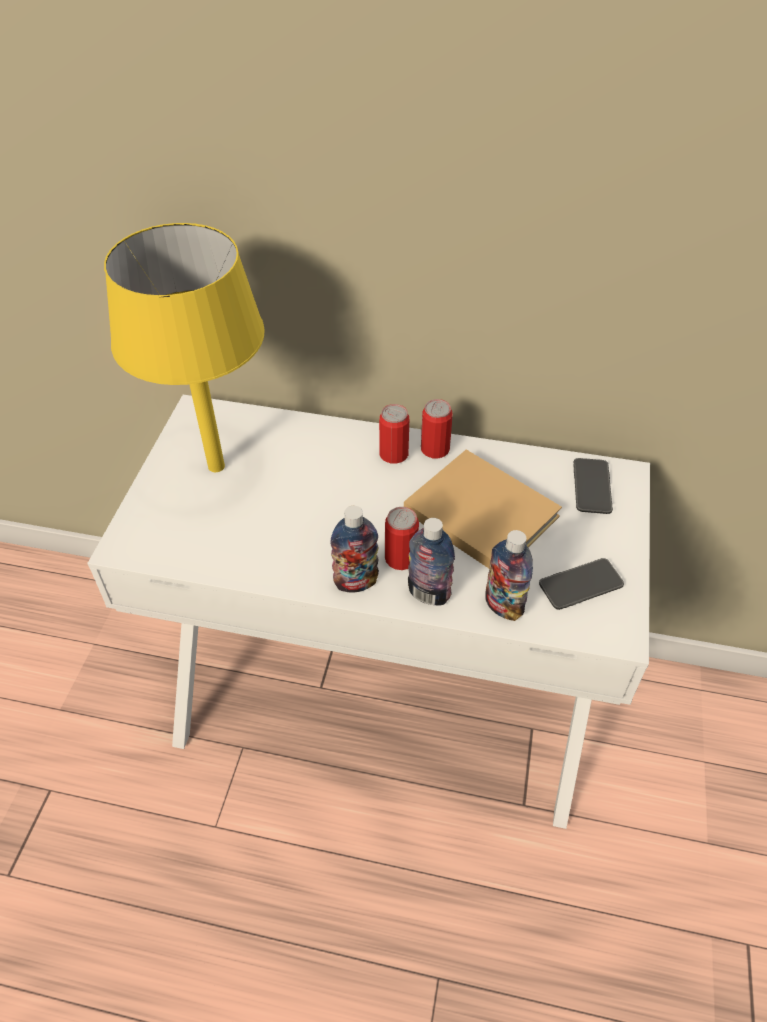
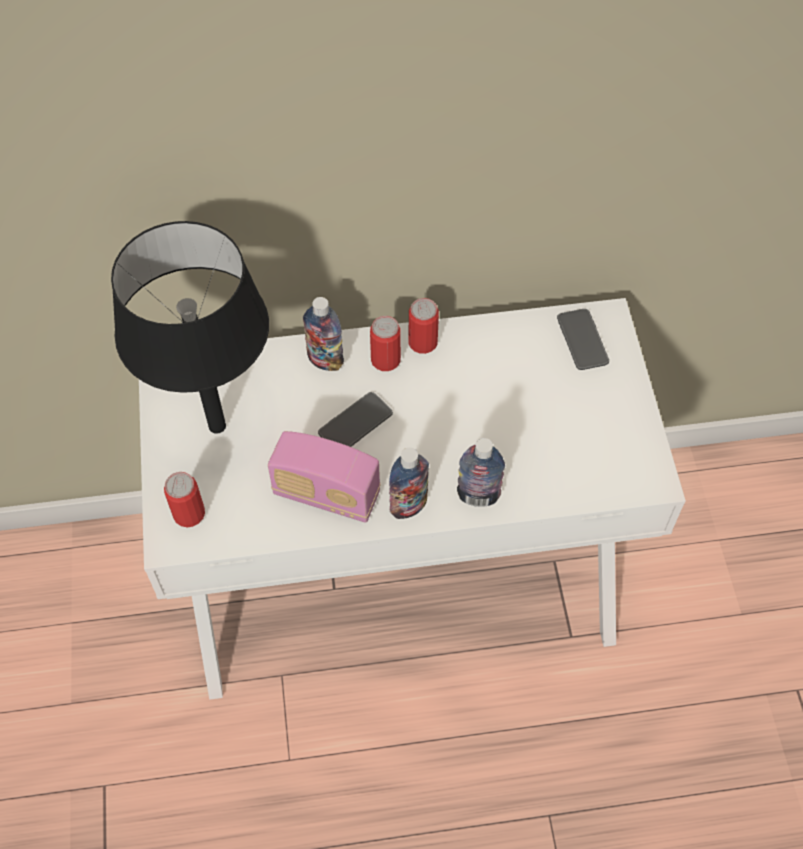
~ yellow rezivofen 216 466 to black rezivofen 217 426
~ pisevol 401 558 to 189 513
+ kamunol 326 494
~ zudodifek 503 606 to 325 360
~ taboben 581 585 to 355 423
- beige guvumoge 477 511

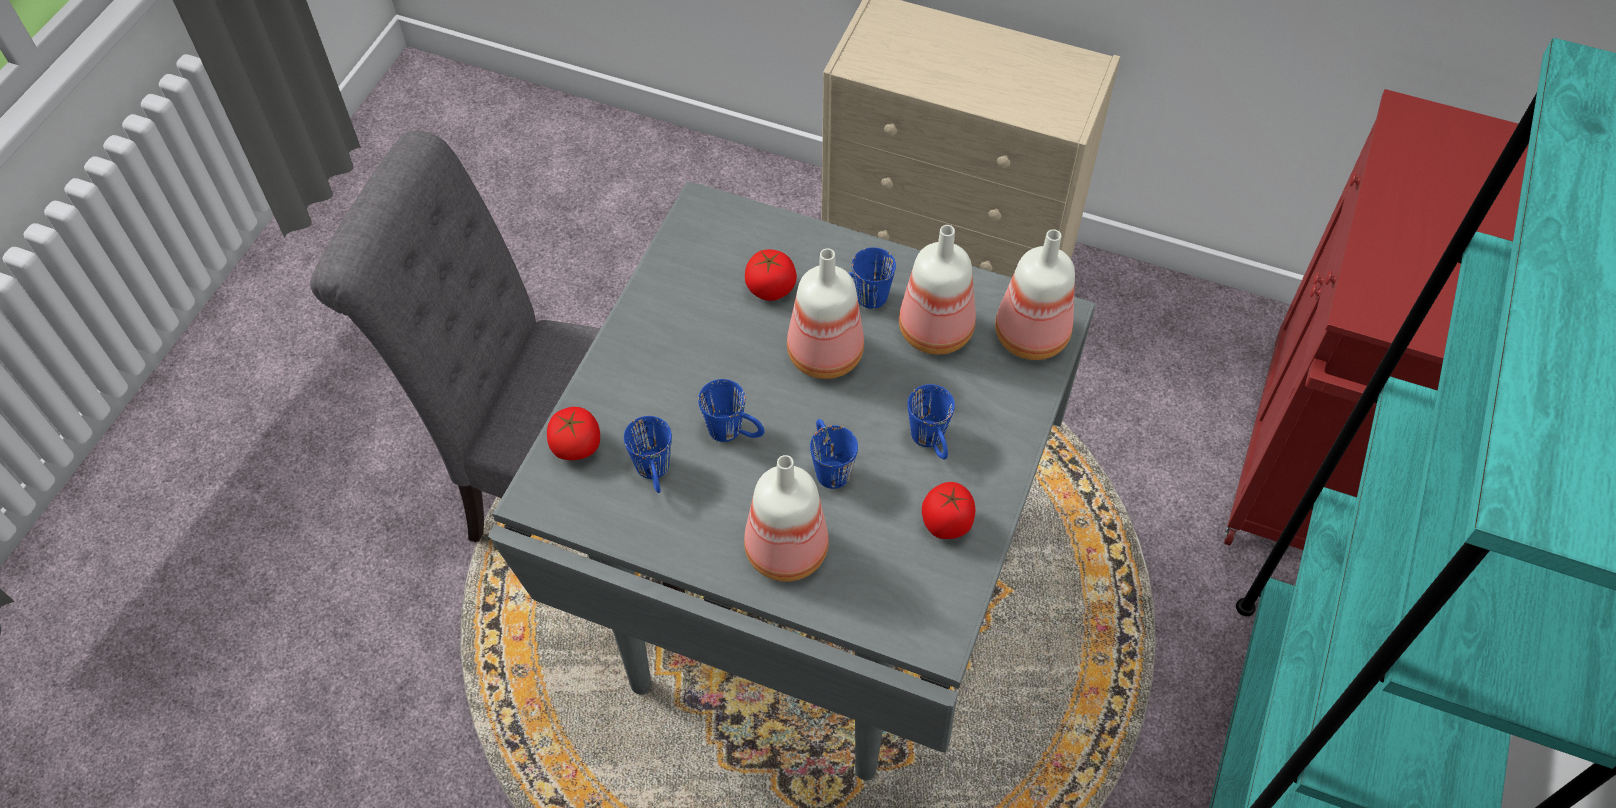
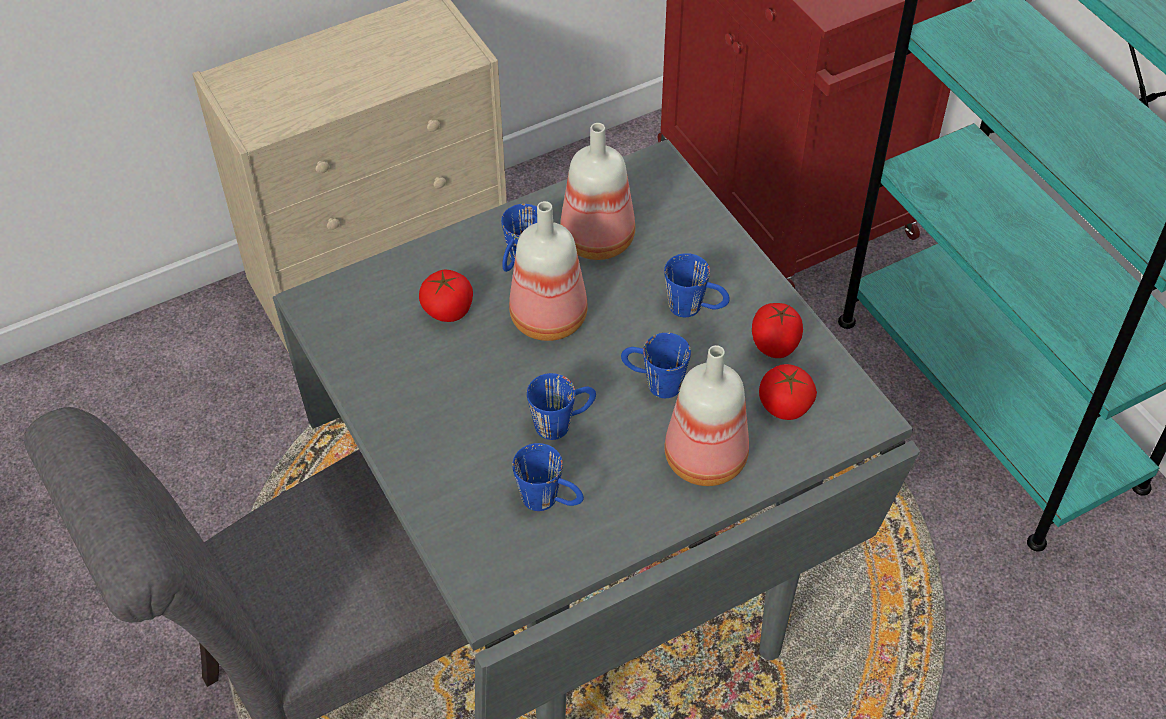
~ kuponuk 576 445 to 784 406
- zudodifek 1031 338

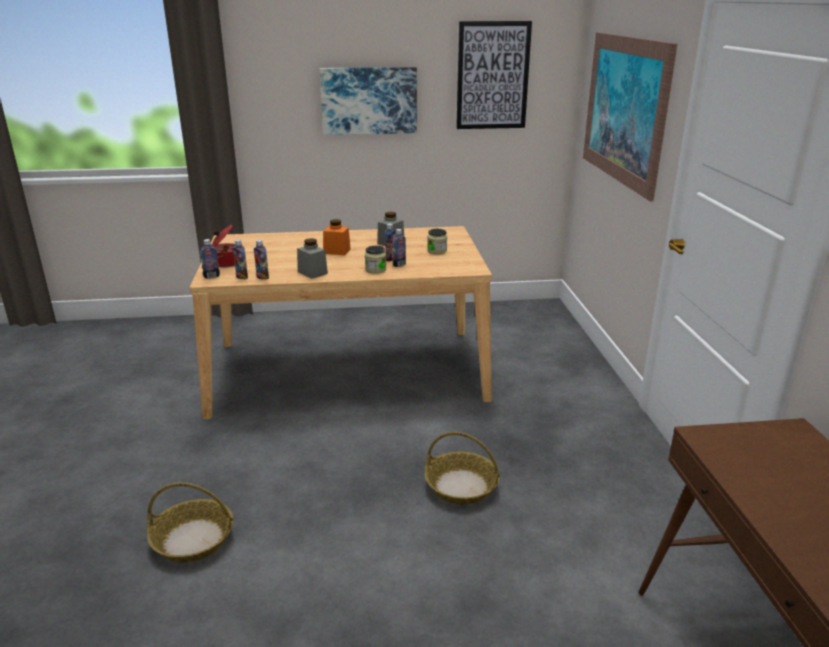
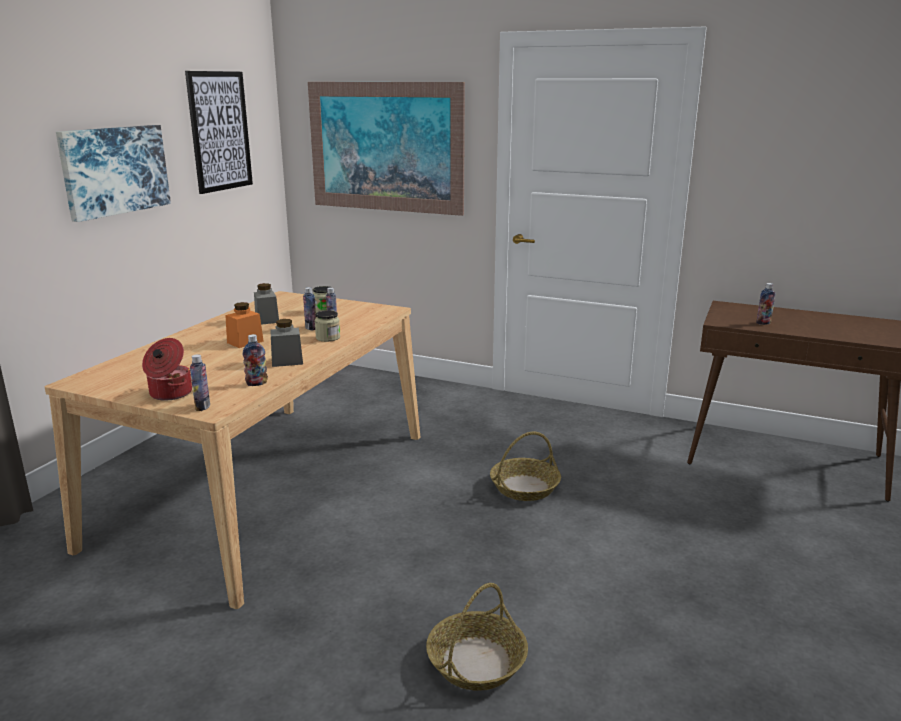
~ zudodifek 242 277 to 763 323

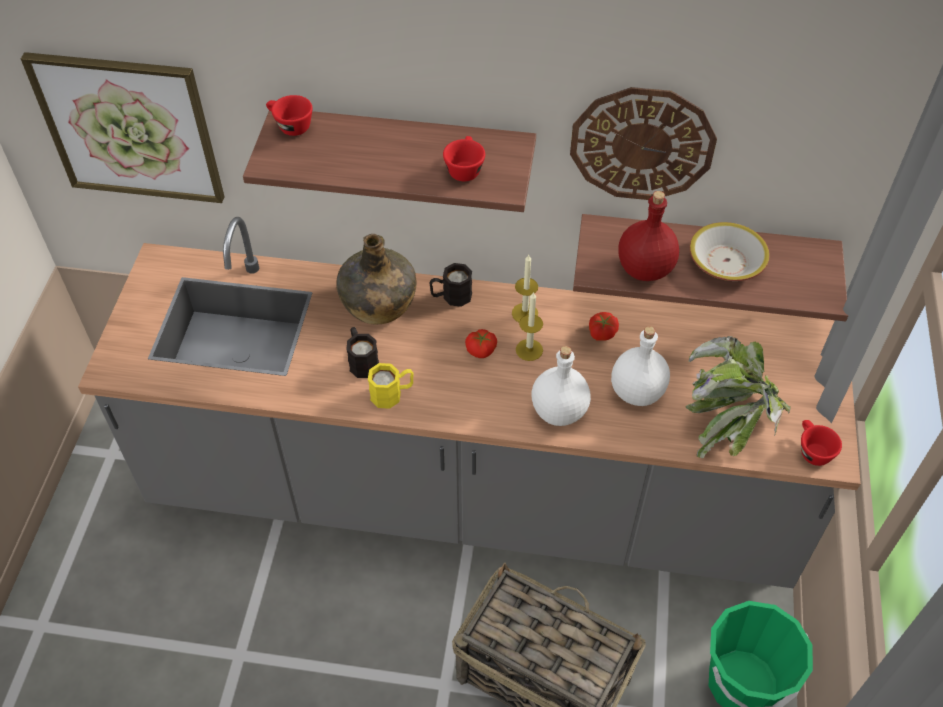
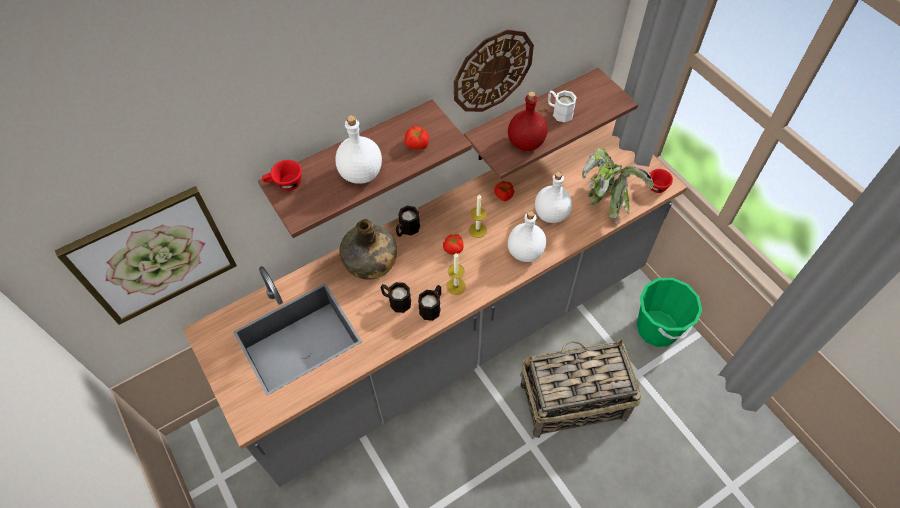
+ white zudodifek 361 173
~ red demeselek 464 168 to kuponuk 417 144
~ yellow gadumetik 392 394 to black gadumetik 432 307
~ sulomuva 524 313 to 456 286
~ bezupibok 726 261 to white gadumetik 559 112

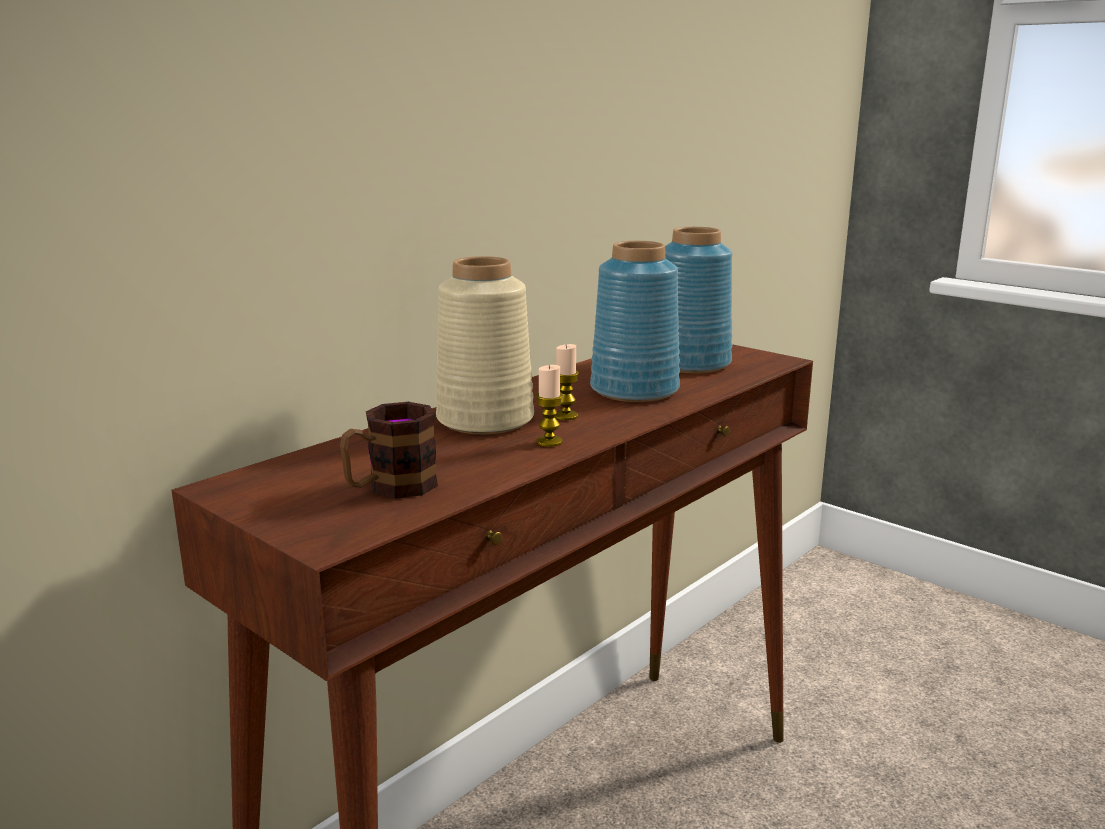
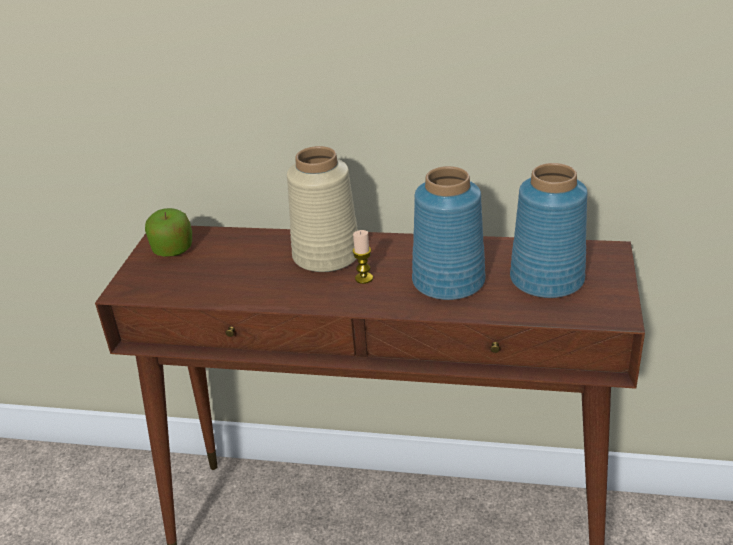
+ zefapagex 173 250
- gadumetik 390 488
- sulomuva 549 442

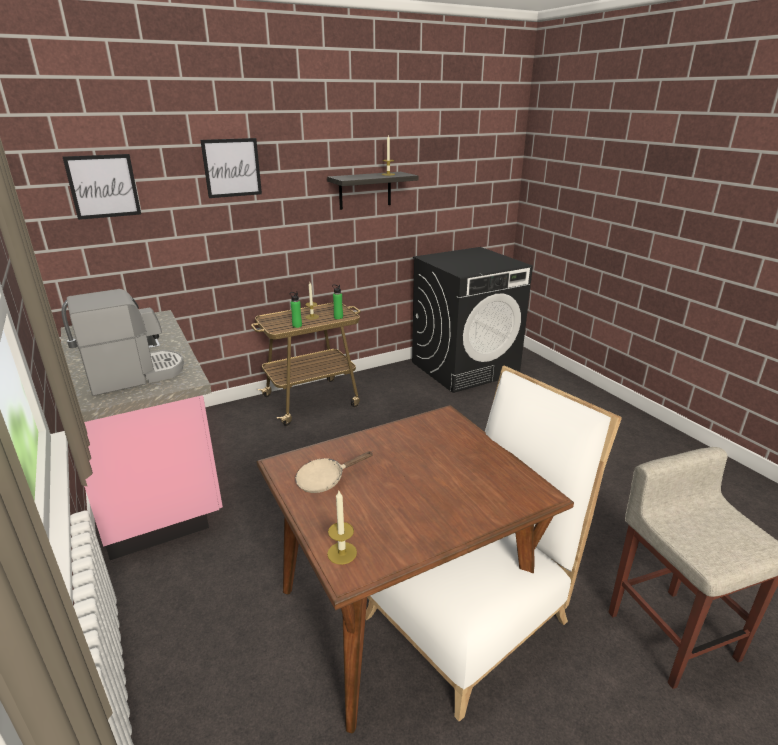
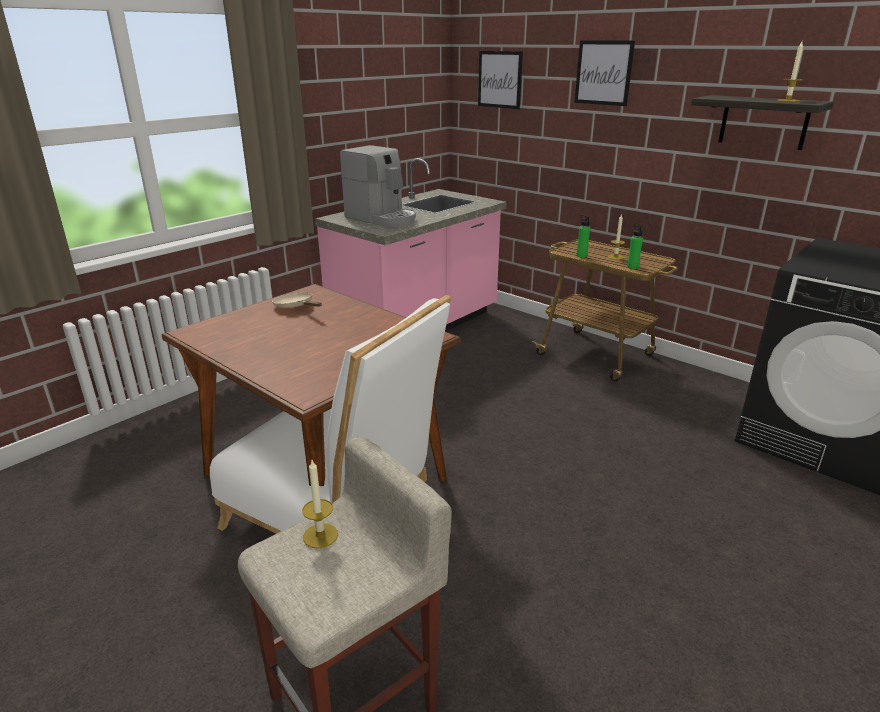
~ sulomuva 342 553 to 320 535

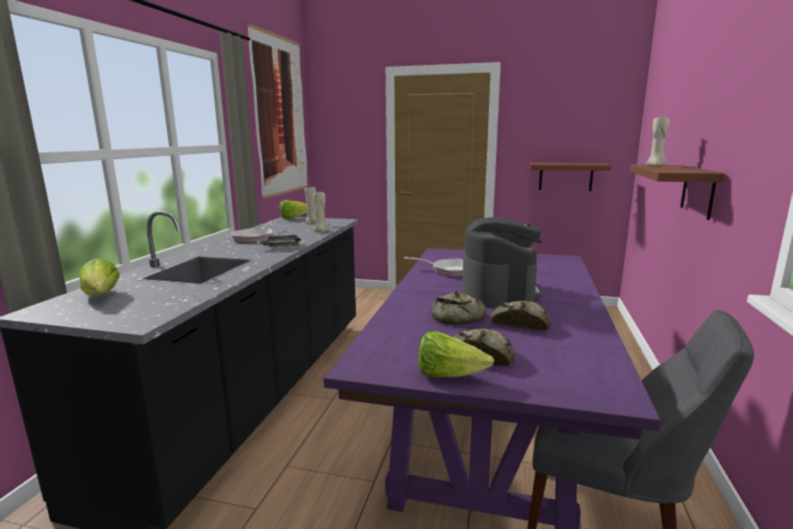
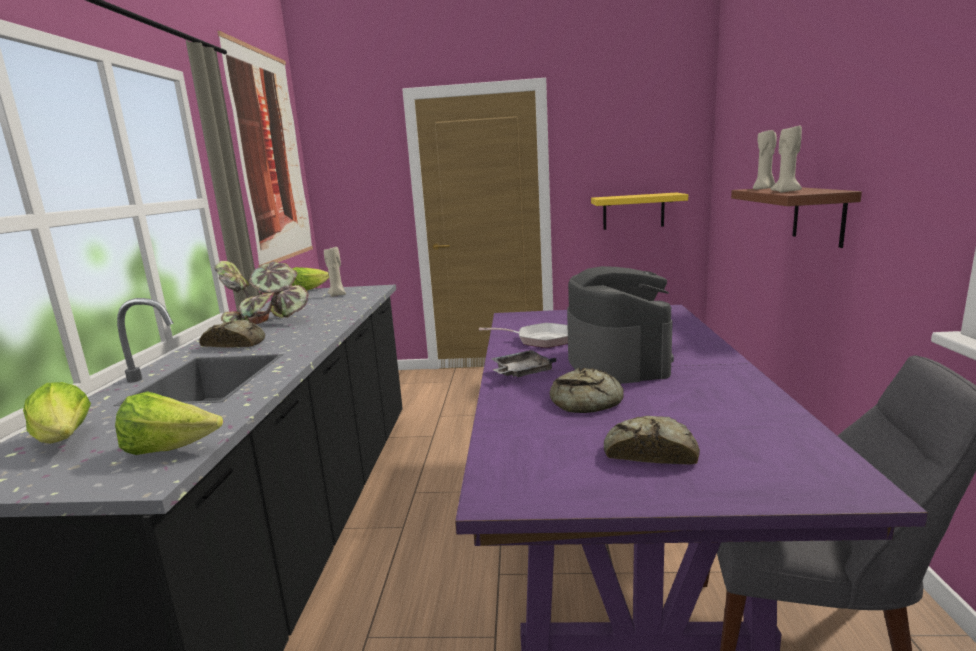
~ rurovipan 448 375 to 171 449
~ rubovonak 520 323 to 236 343
~ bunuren 255 238 to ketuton 268 323
~ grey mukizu 281 246 to 521 372
~ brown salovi 565 176 to yellow salovi 633 211
~ beige sulomuva 321 231 to 786 192

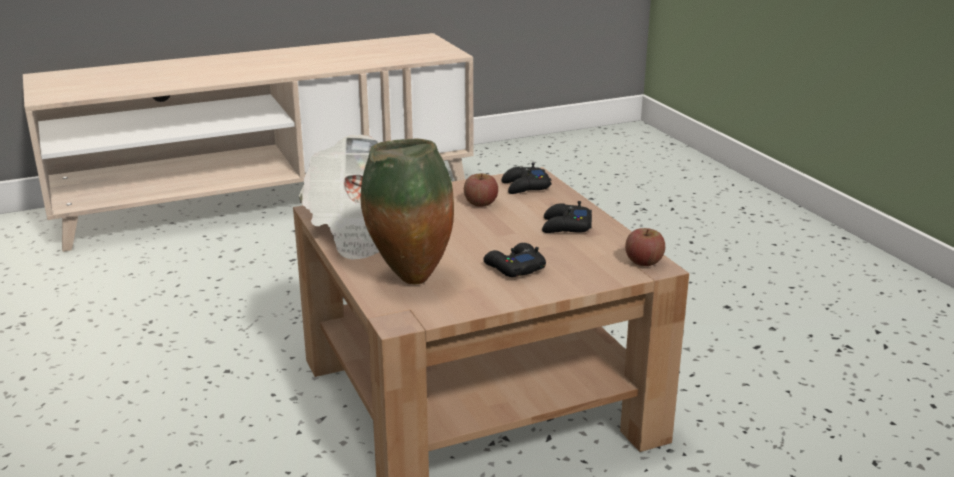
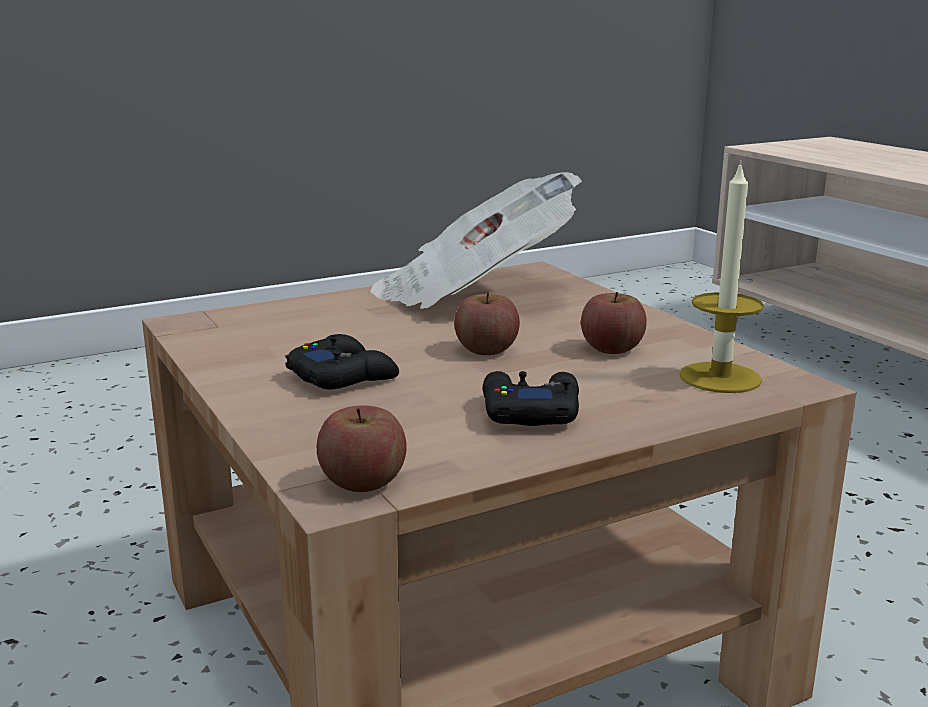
+ zefapagex 486 349
~ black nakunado 525 187 to sulomuva 720 377
- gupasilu 409 279

